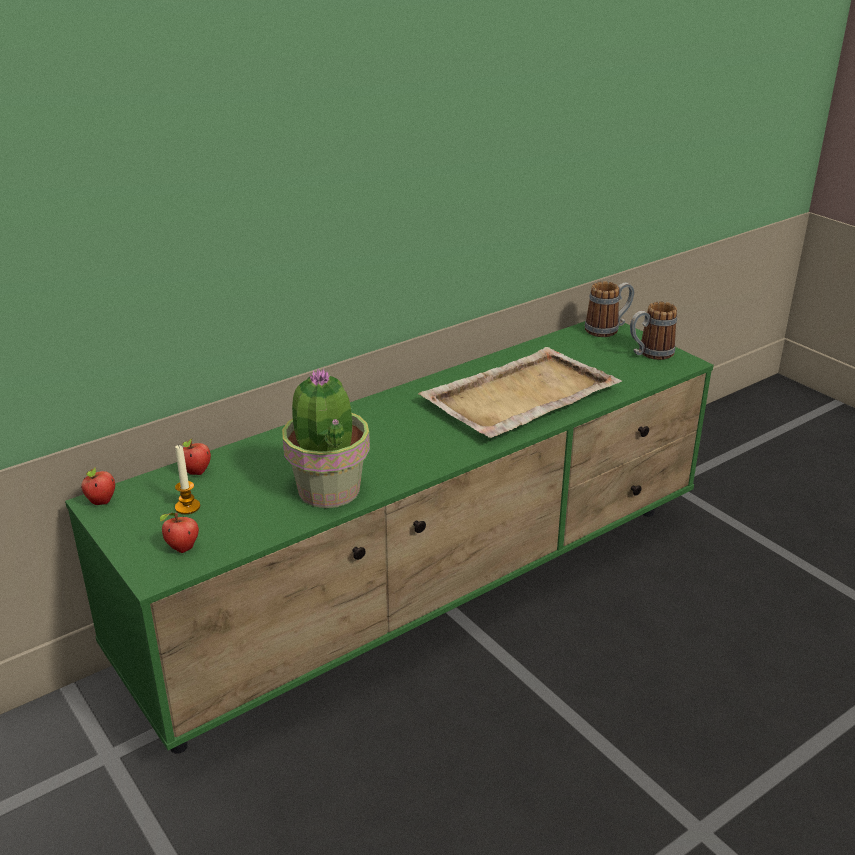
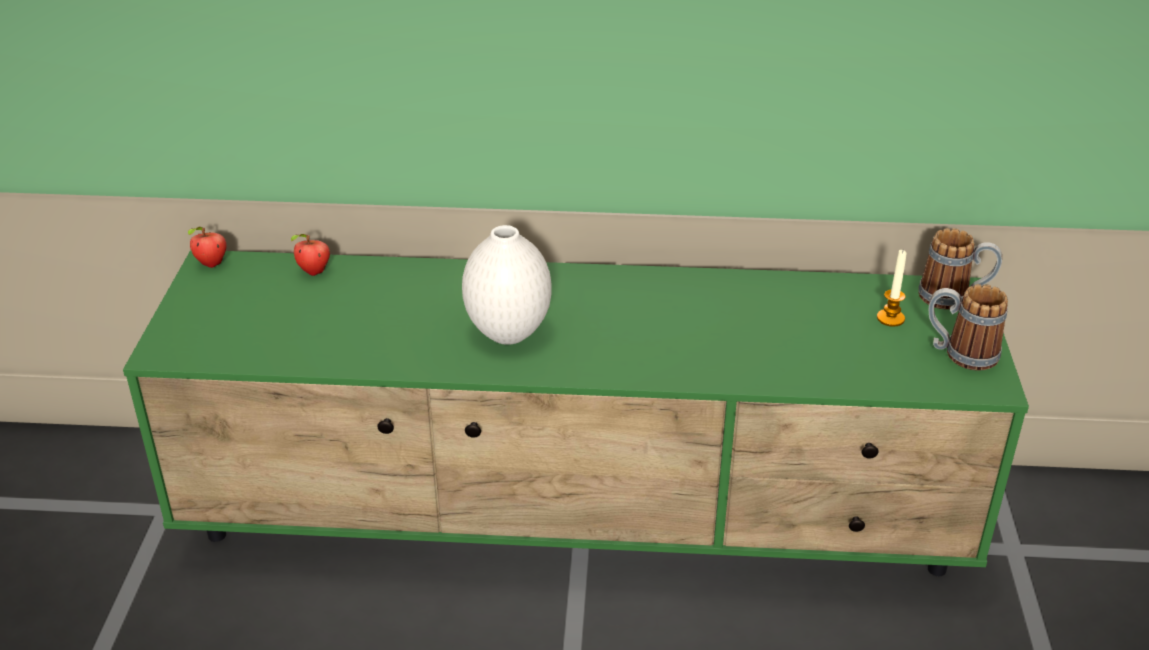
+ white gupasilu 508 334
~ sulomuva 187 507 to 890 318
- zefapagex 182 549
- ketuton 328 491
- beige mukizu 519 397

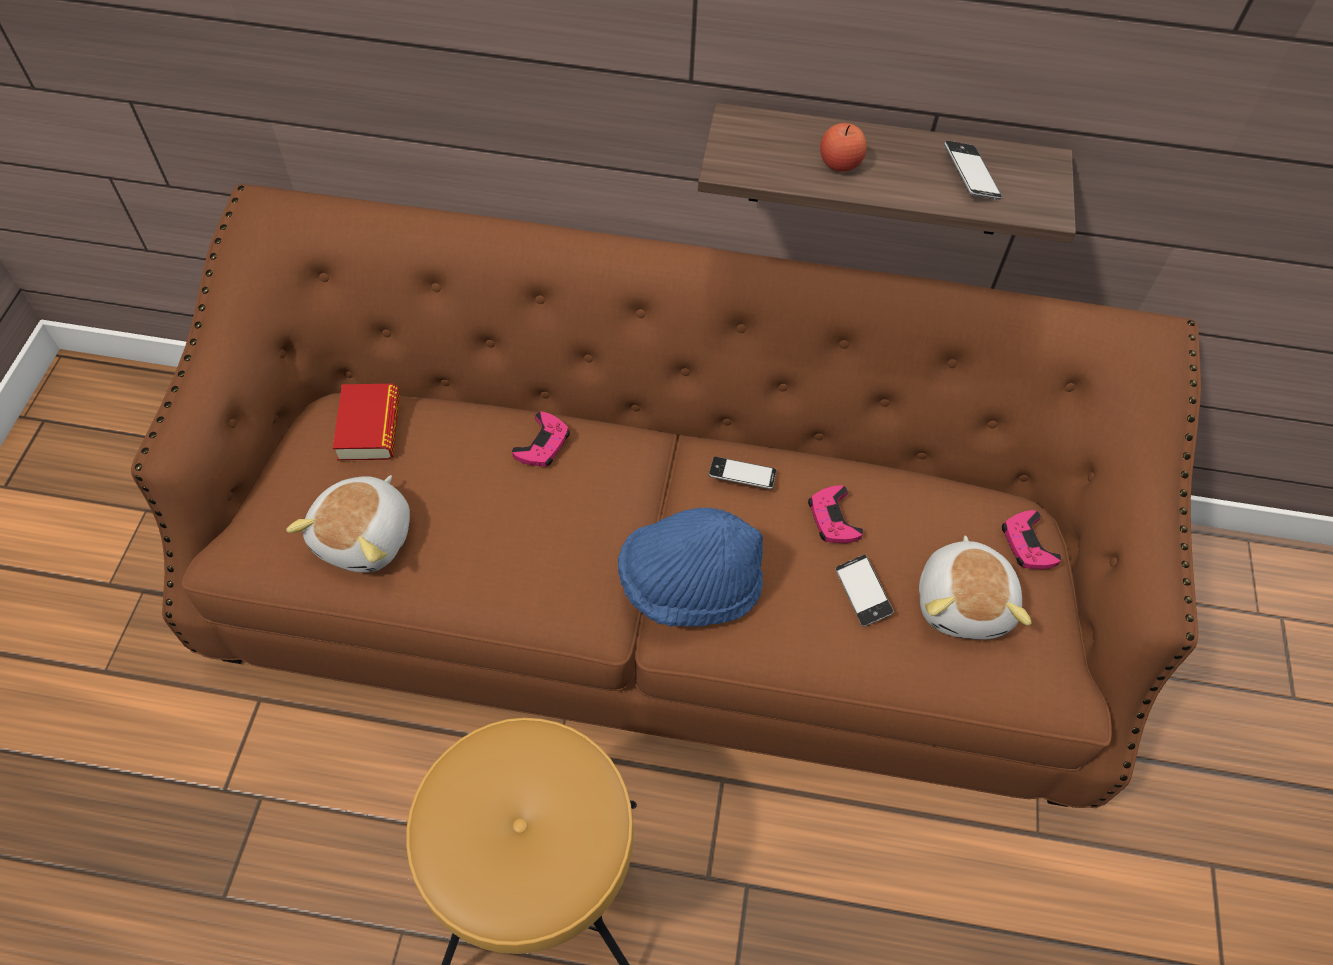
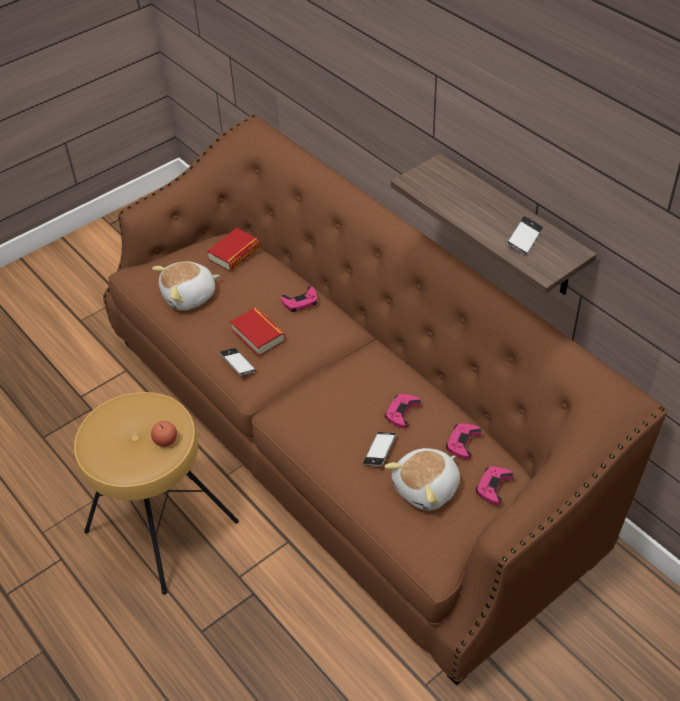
~ zefapagex 840 163 to 165 440
~ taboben 742 476 to 238 364
+ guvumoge 258 335
+ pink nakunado 462 442
- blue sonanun 689 585

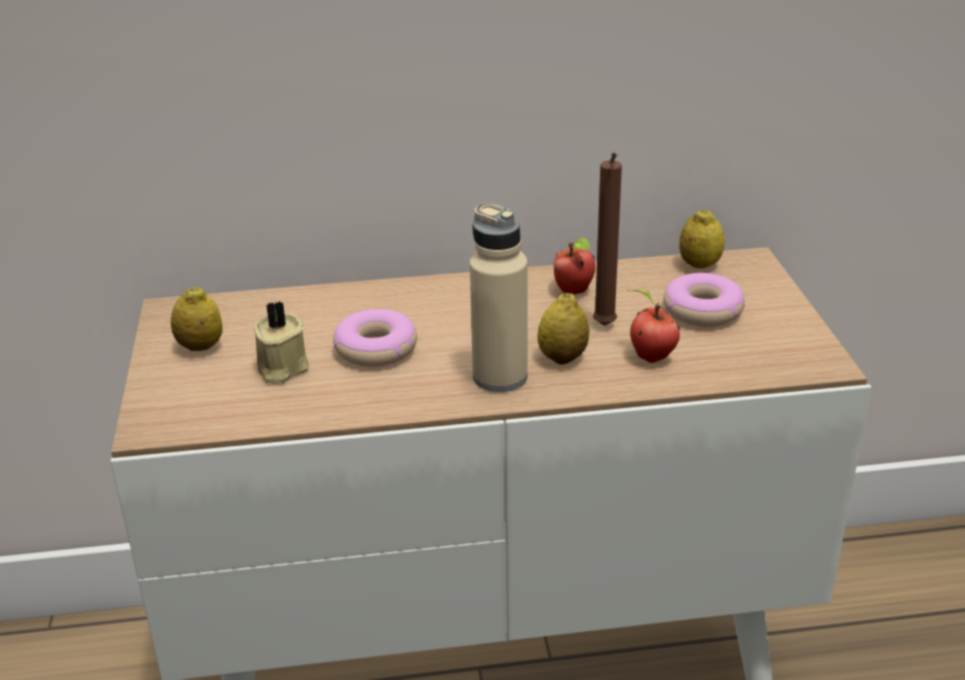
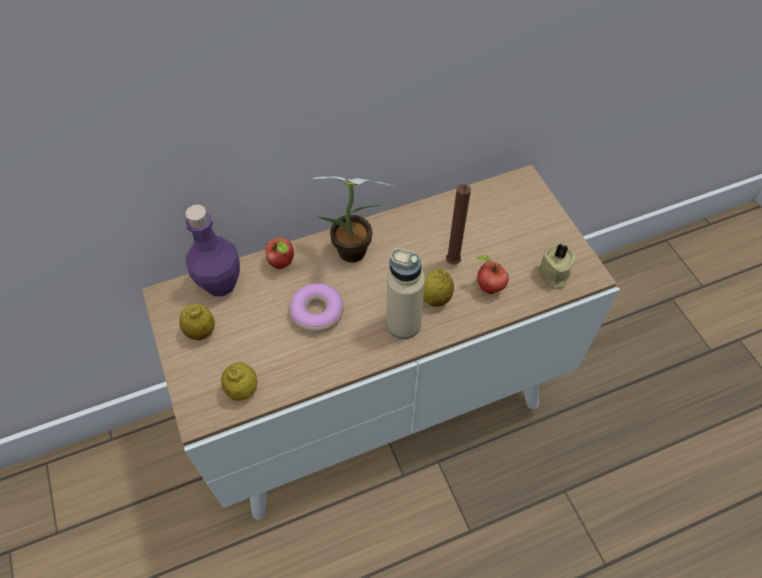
+ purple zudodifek 220 283
~ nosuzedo 699 265 to 242 390
~ zefapagex 574 291 to 282 263
+ ketuton 357 253
~ beige sulomuva 280 368 to 553 275
- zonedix 703 311

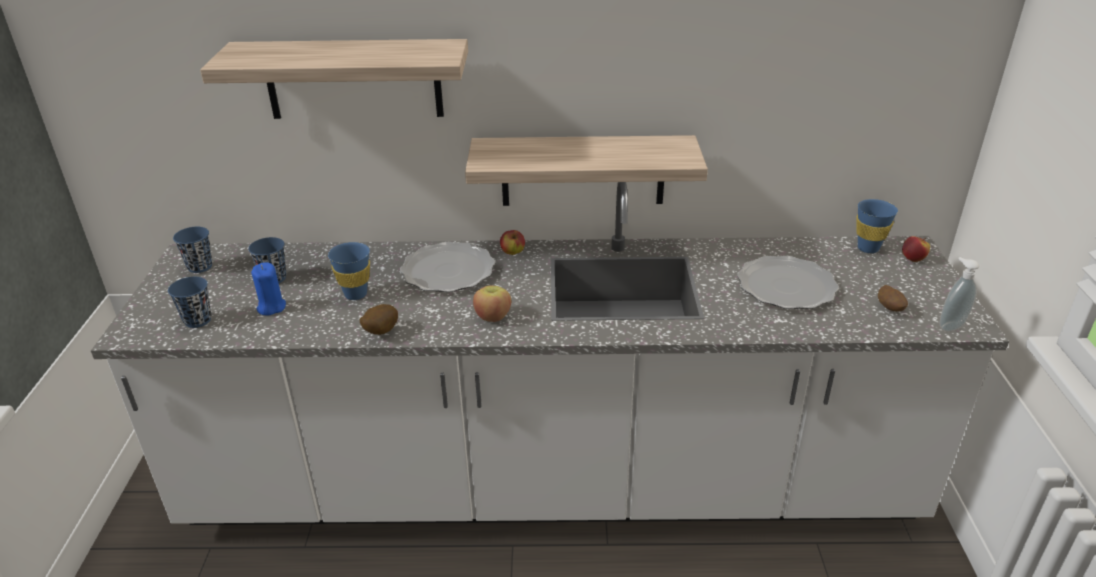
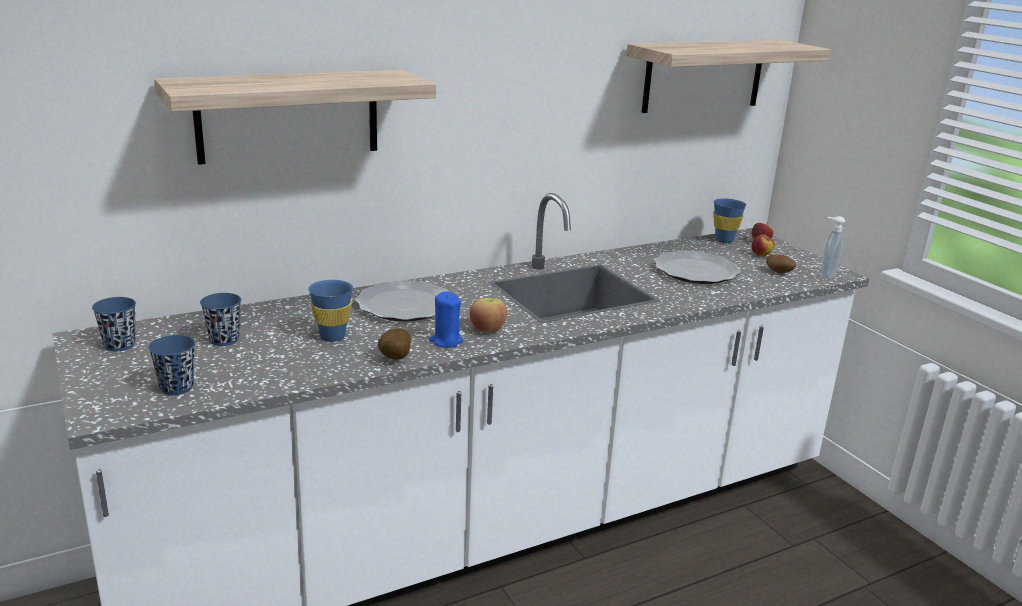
~ blue sulomuva 271 307 to 446 341
~ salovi 583 170 to 704 75
~ zefapagex 512 253 to 761 255

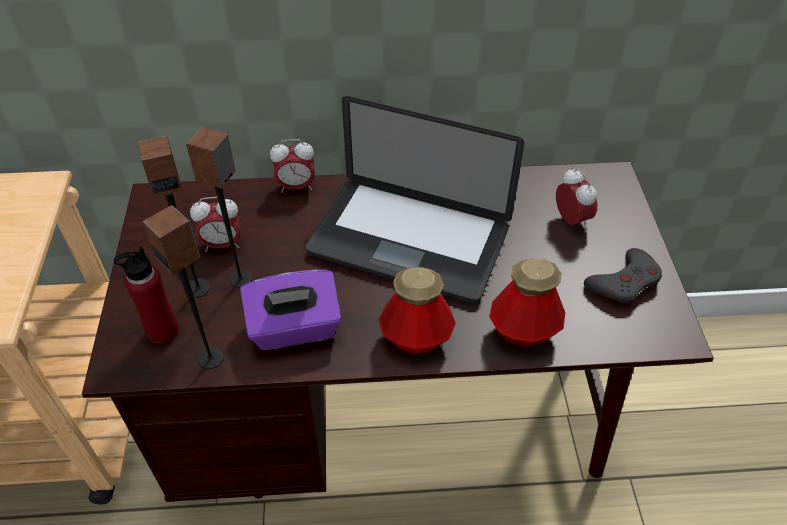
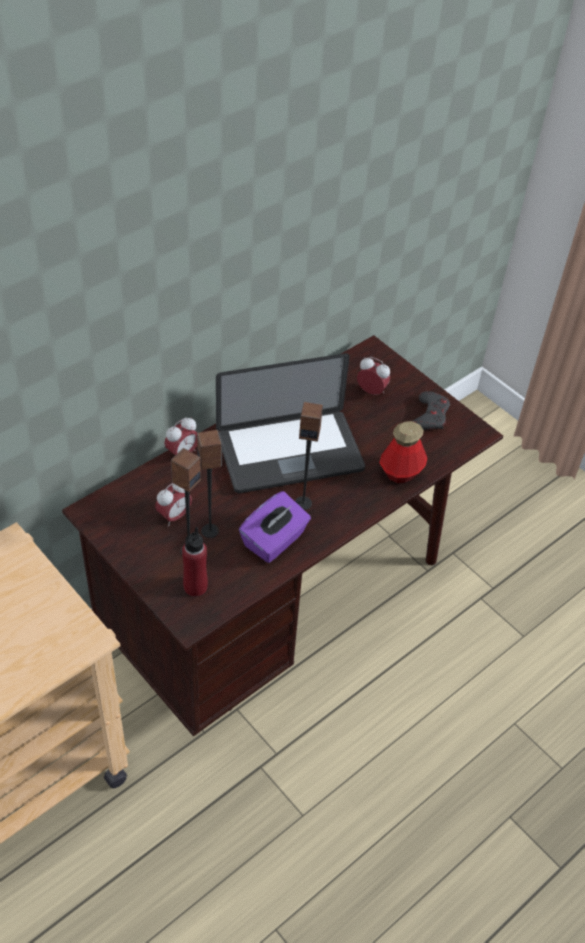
~ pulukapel 211 358 to 303 502
- zudodifek 416 338

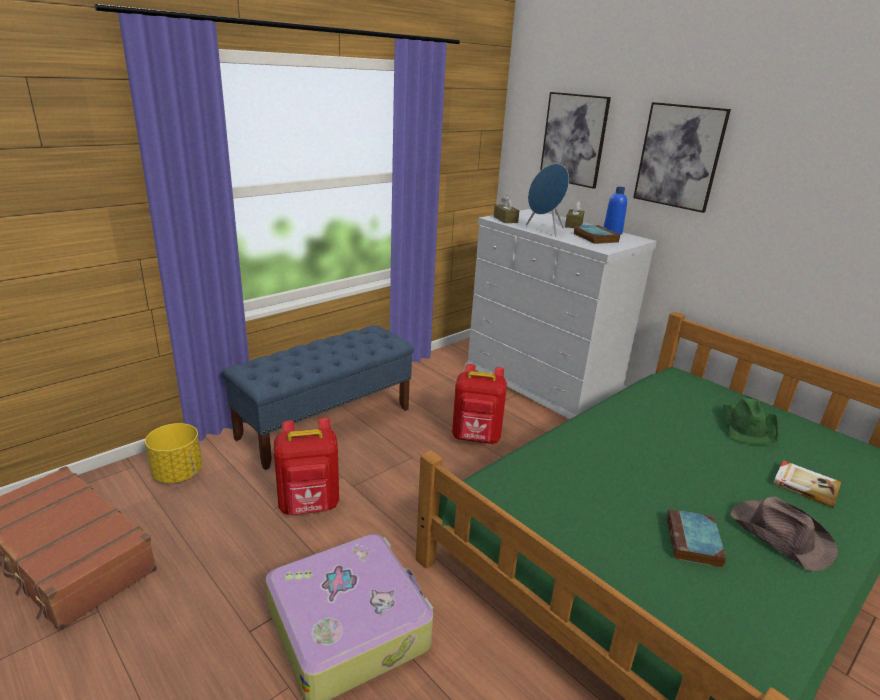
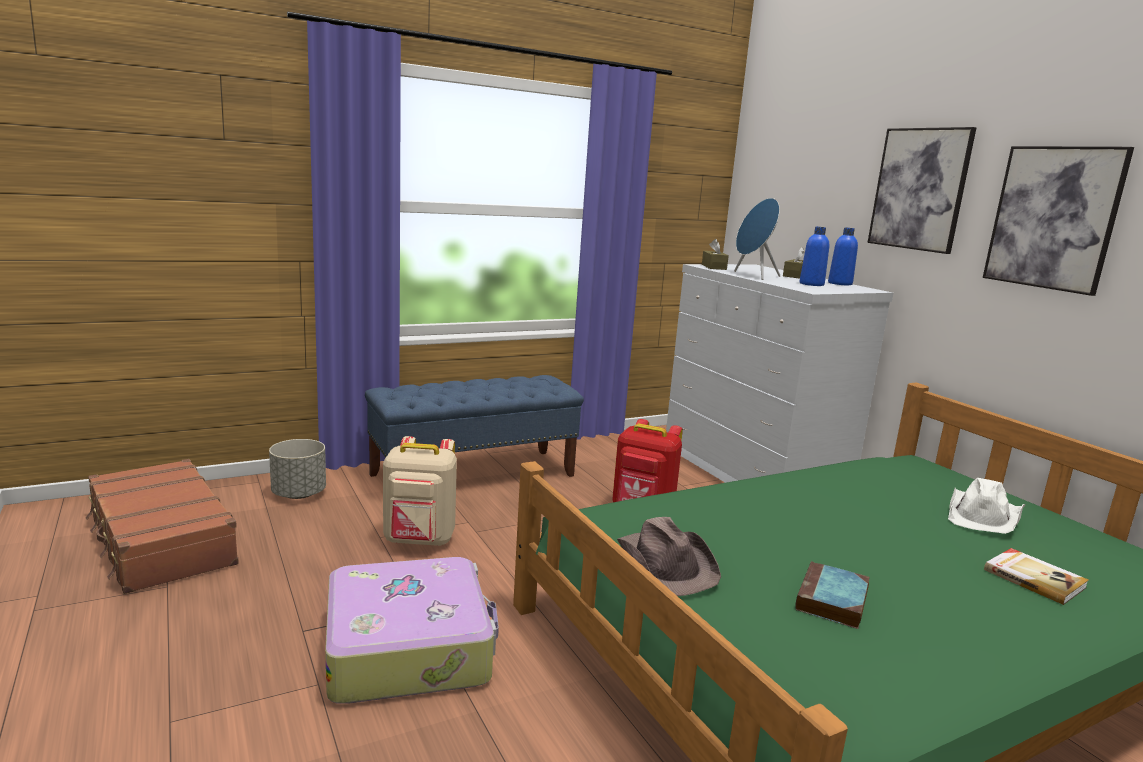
~ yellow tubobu 178 473 to grey tubobu 299 494
~ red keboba 309 506 to beige keboba 419 540
~ brown sonanun 779 534 to 667 564
~ guvumoge 594 237 to blue zudodifek 811 284
~ green sonanun 748 426 to white sonanun 984 516
~ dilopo 573 139 to 1053 218

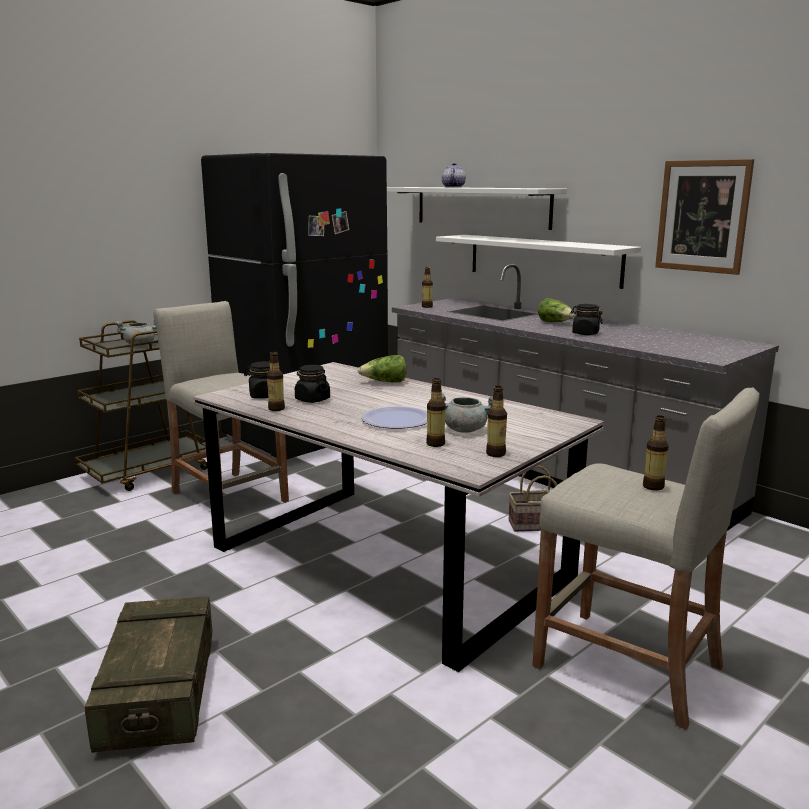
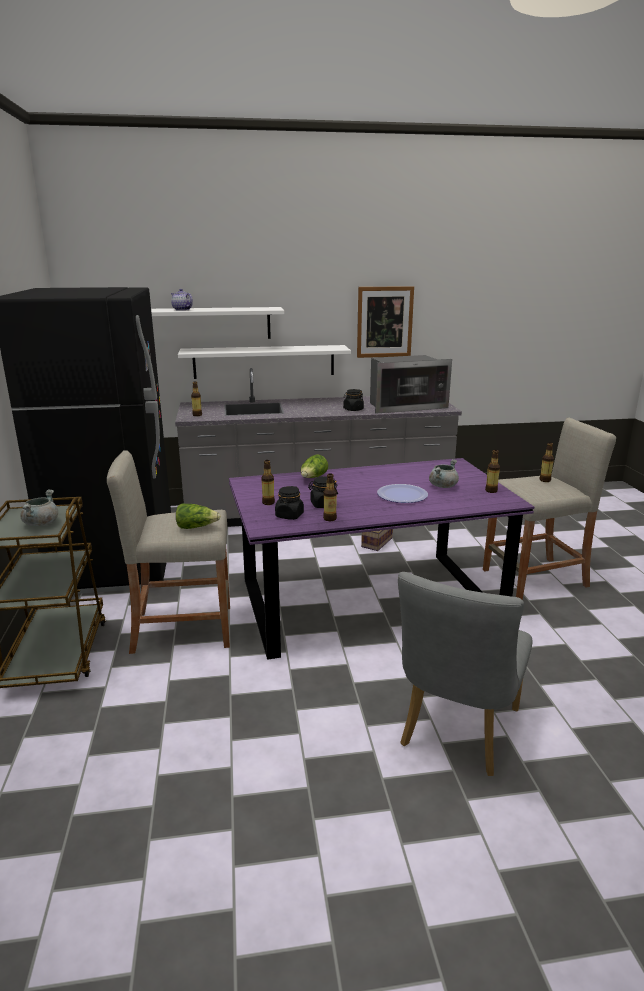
~ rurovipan 555 323 to 196 527
~ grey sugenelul 390 560 to purple sugenelul 368 599
~ zudodifek 435 444 to 268 503
+ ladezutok 404 406
~ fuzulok 160 693 to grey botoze 456 733

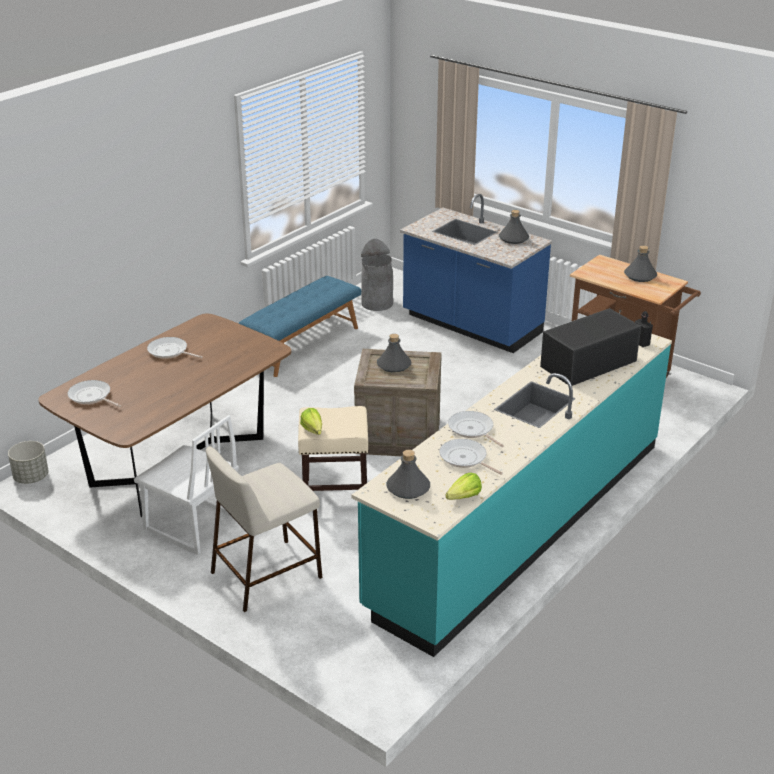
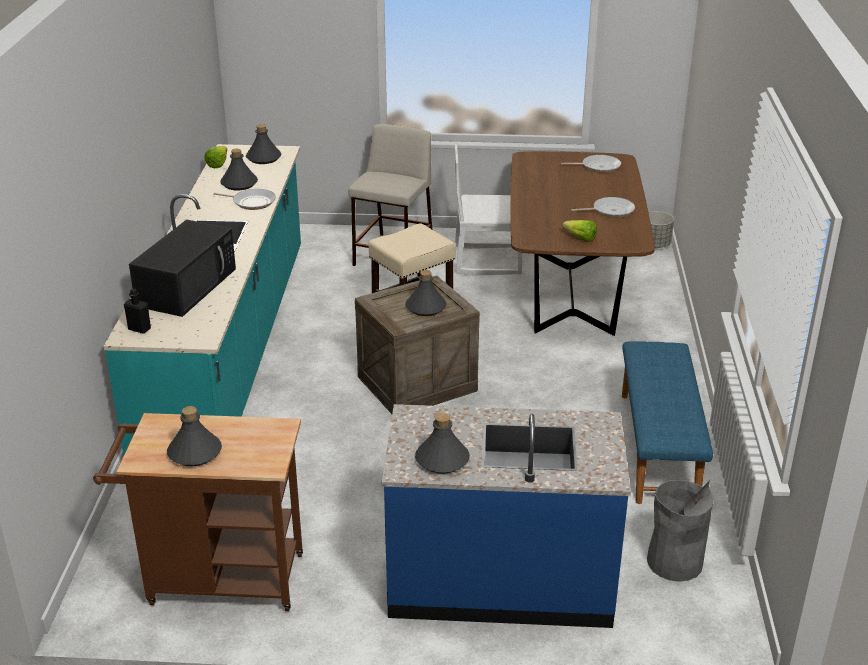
~ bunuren 465 458 to grey zudodifek 239 184
~ rurovipan 313 432 to 578 237

